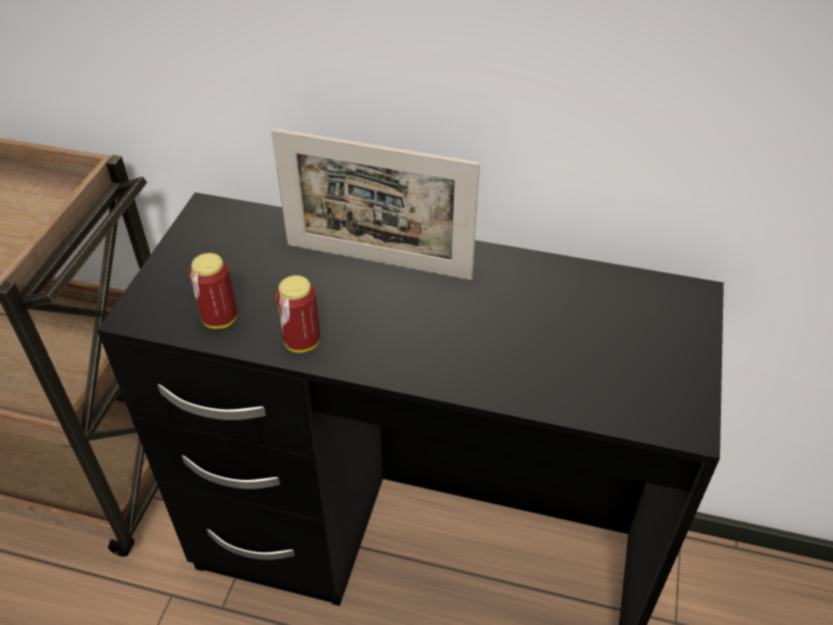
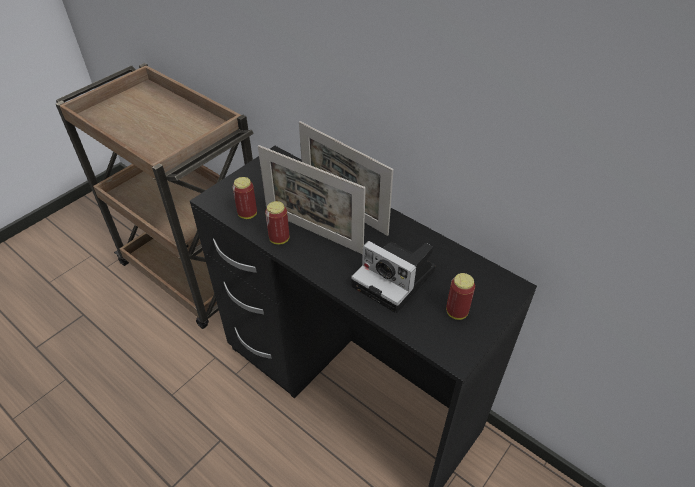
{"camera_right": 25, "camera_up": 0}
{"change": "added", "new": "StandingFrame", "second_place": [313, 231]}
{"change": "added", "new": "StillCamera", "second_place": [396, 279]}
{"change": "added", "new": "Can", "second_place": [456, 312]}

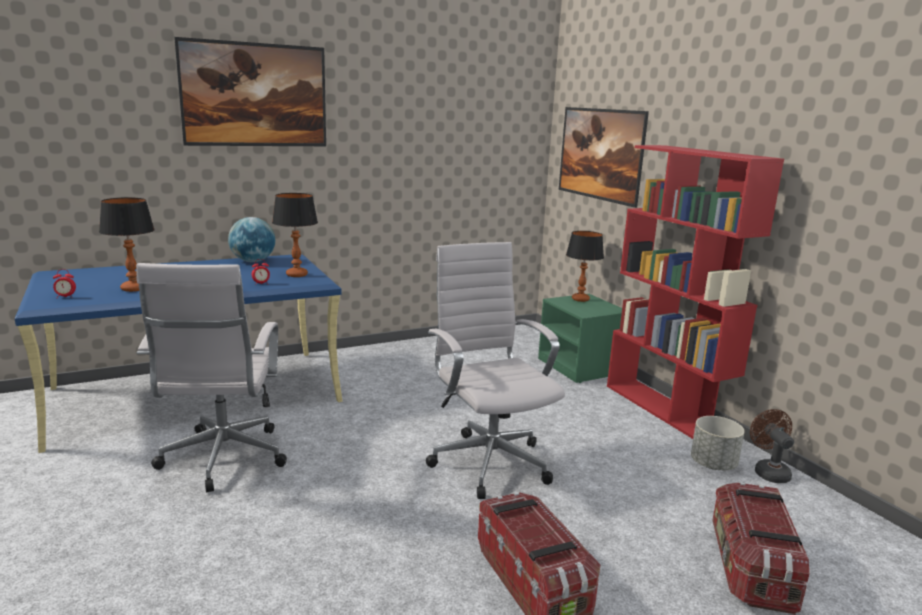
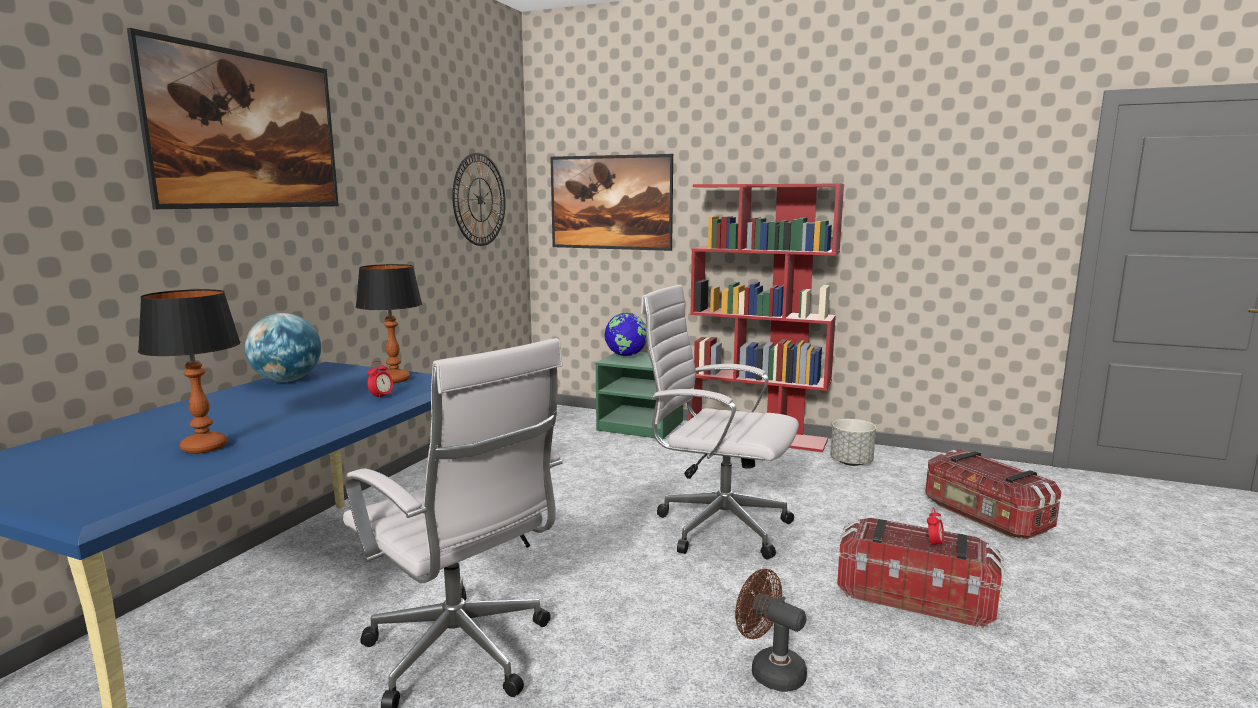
{"camera_right": -40, "camera_up": -5}
{"change": "added", "new": "HangingClock", "second_place": [480, 199]}
{"change": "replaced", "old": "LampForATable", "new": "Globe", "first_place": [580, 299], "second_place": [626, 355]}
{"change": "moved", "old": "BrownCoolingFan", "first_place": [768, 471], "second_place": [769, 670]}
{"change": "moved", "old": "BedsideClock", "first_place": [65, 297], "second_place": [934, 545]}

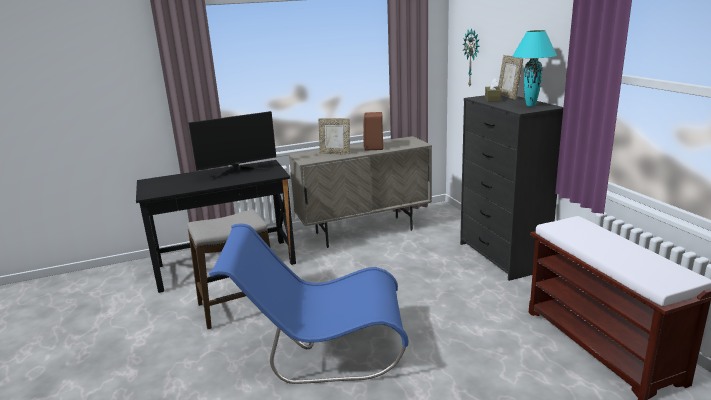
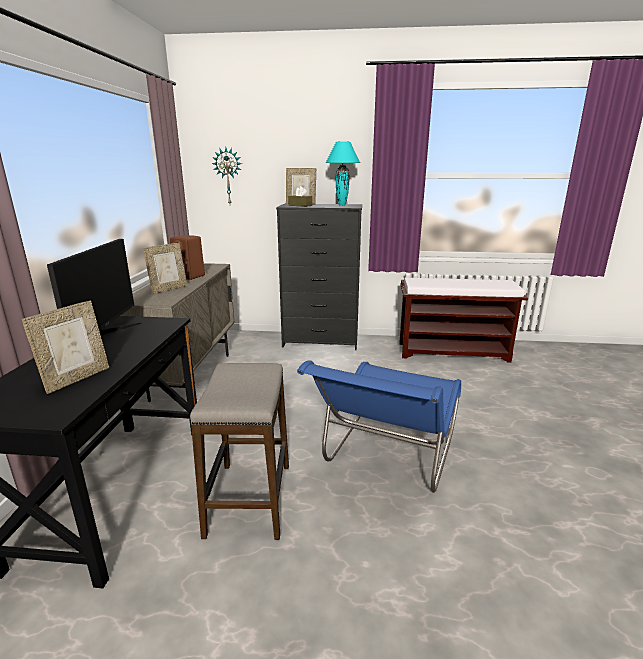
{"camera_right": -65, "camera_up": 0}
{"change": "added", "new": "StandingFrame", "second_place": [77, 379]}

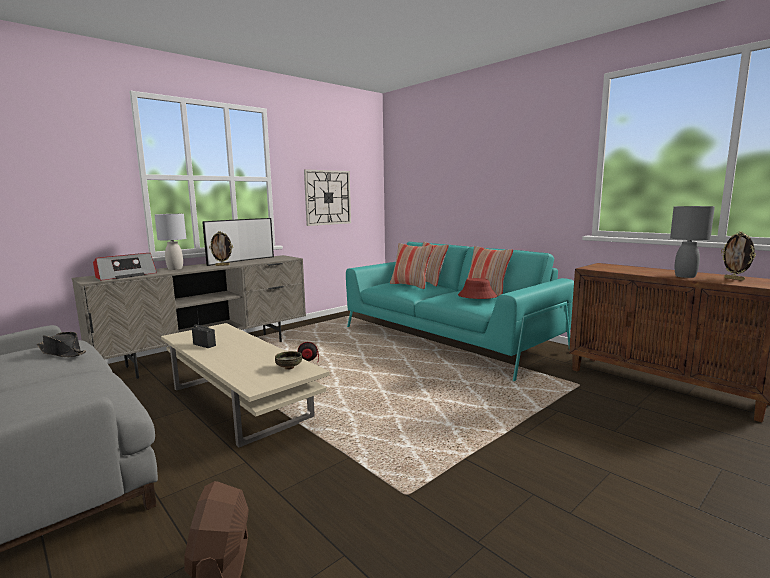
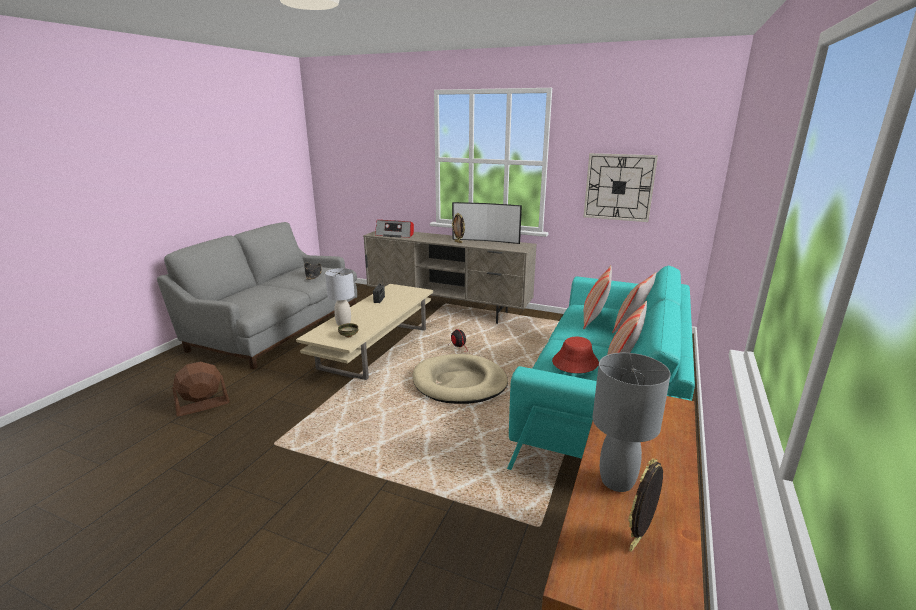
{"camera_right": 65, "camera_up": 10}
{"change": "moved", "old": "GreyLampForATable", "first_place": [175, 269], "second_place": [344, 323]}
{"change": "added", "new": "BeigeColouredPetBed", "second_place": [459, 383]}

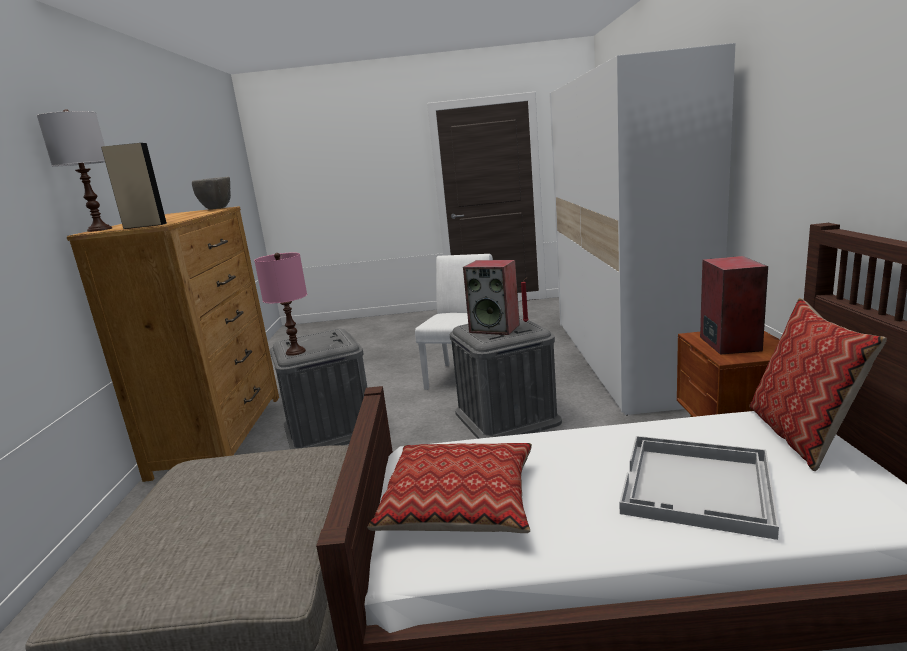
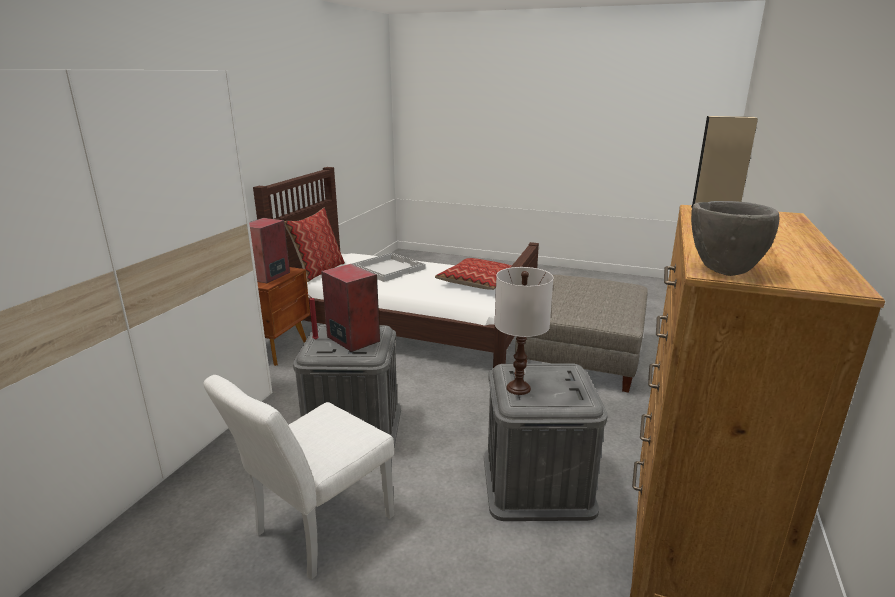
{"camera_right": -160, "camera_up": 5}
{"change": "moved", "old": "WhiteLampForATable", "first_place": [99, 230], "second_place": [519, 388]}
{"change": "removed", "old": "PinkLampForATable", "first_place": [296, 351]}

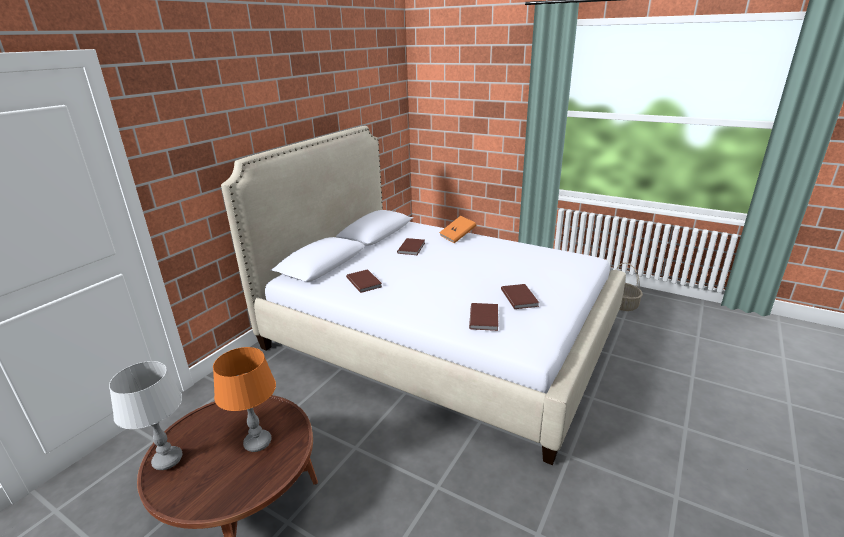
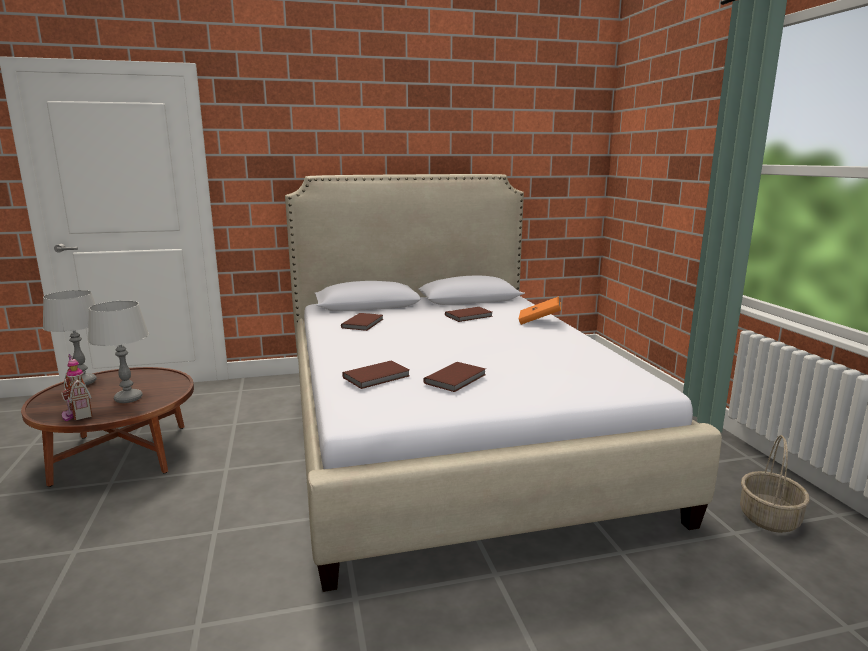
{"camera_right": 45, "camera_up": -10}
{"change": "added", "new": "ToyHouse", "second_place": [77, 414]}
{"change": "recoloured", "old": "OrangeLampForATable", "new": "GreyLampForATable", "first_place": [258, 443], "second_place": [128, 399]}

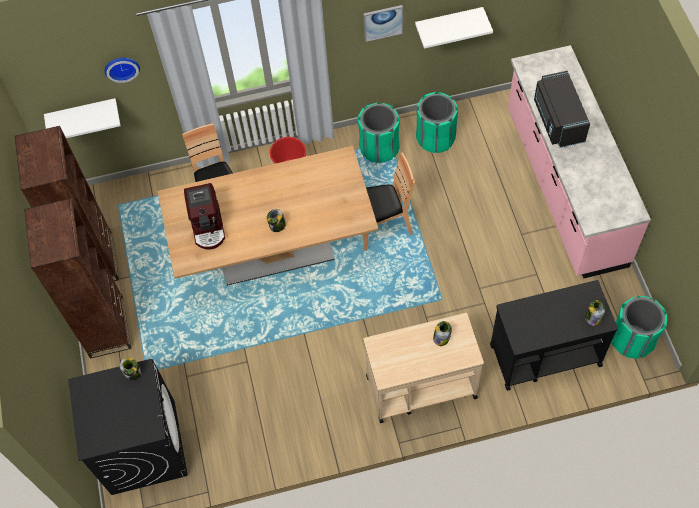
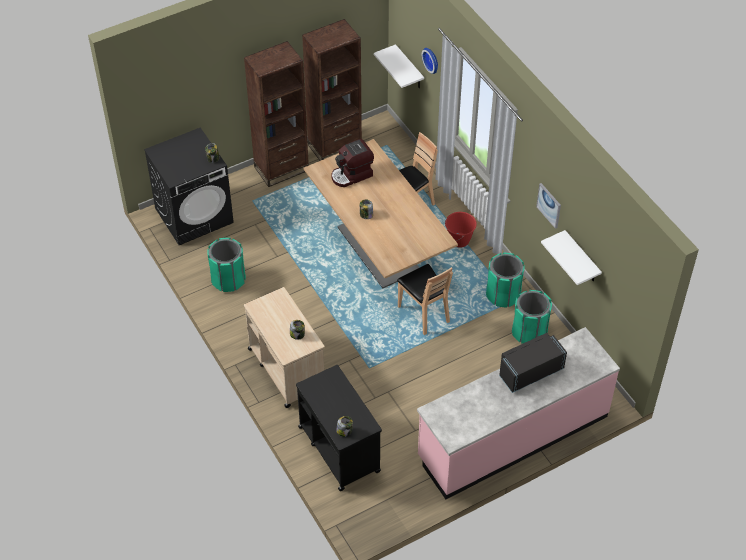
{"camera_right": 70, "camera_up": -10}
{"change": "moved", "old": "GreenishRubbishBin", "first_place": [632, 340], "second_place": [228, 279]}

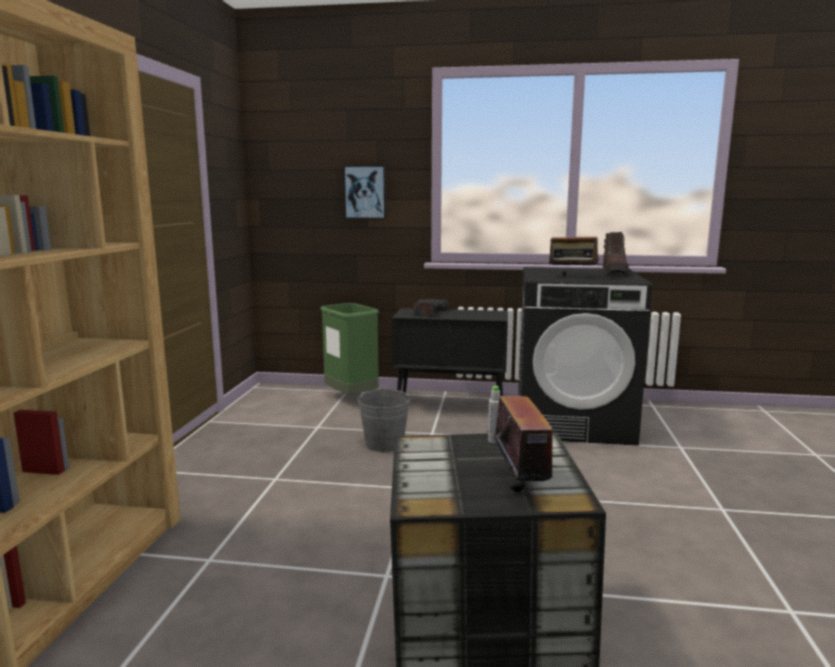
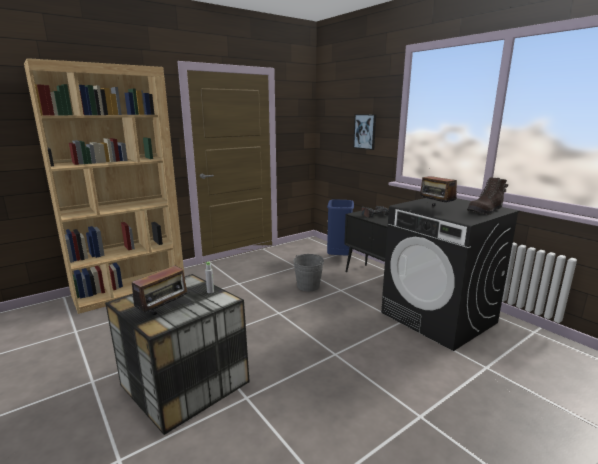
{"camera_right": 45, "camera_up": 5}
{"change": "recoloured", "old": "GreenishRubbishBin", "new": "BluishRubbishBin", "first_place": [351, 398], "second_place": [338, 257]}

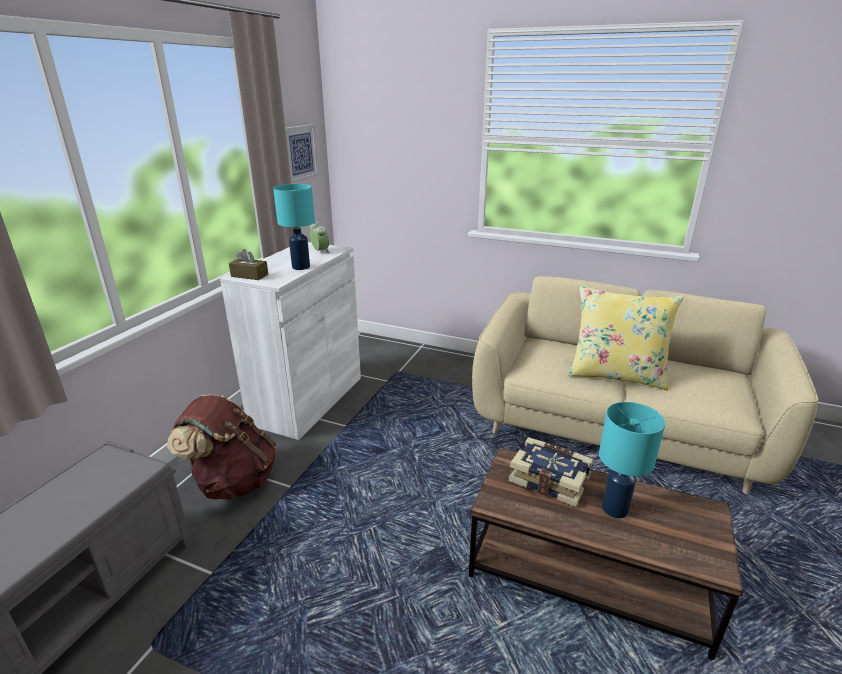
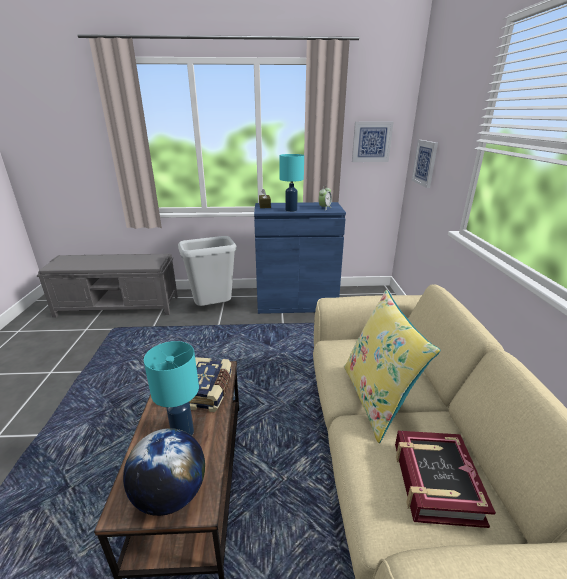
{"camera_right": 65, "camera_up": 0}
{"change": "added", "new": "Globe", "second_place": [171, 495]}
{"change": "replaced", "old": "BrownBackpack", "new": "GreyRubbishBin", "first_place": [233, 481], "second_place": [213, 308]}
{"change": "recoloured", "old": "WhiteCupboard", "new": "BluishCupboard", "first_place": [307, 400], "second_place": [296, 303]}
{"change": "added", "new": "Volume", "second_place": [435, 482]}
{"change": "added", "new": "WallPicture", "second_place": [425, 163]}

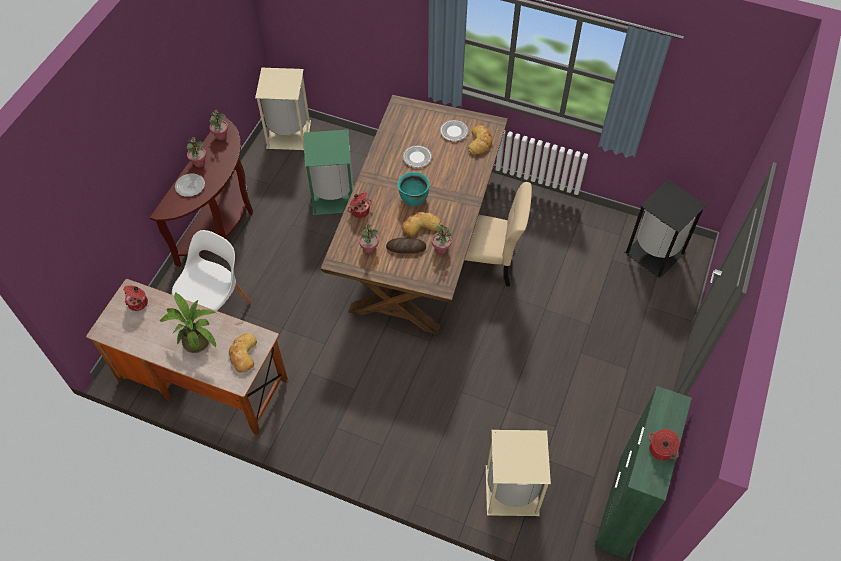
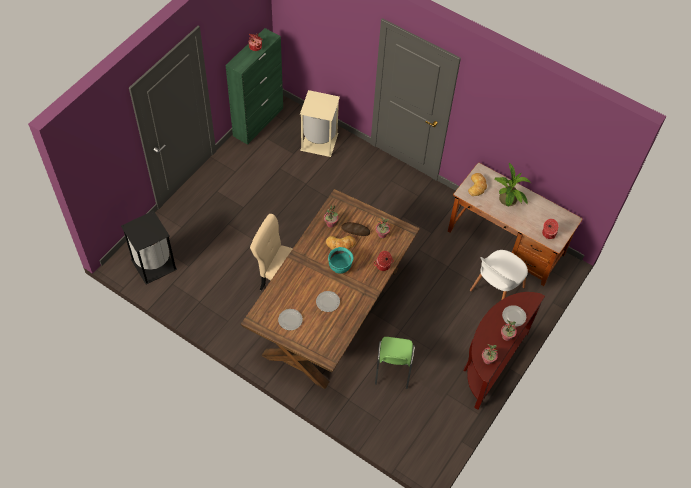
{"camera_right": -170, "camera_up": 0}
{"change": "replaced", "old": "GreenishRubbishBin", "new": "GreenishPlainChair", "first_place": [334, 196], "second_place": [392, 369]}
{"change": "removed", "old": "BeigeColouredRubbishBin", "first_place": [288, 134]}
{"change": "removed", "old": "BakeryBread", "first_place": [480, 142]}

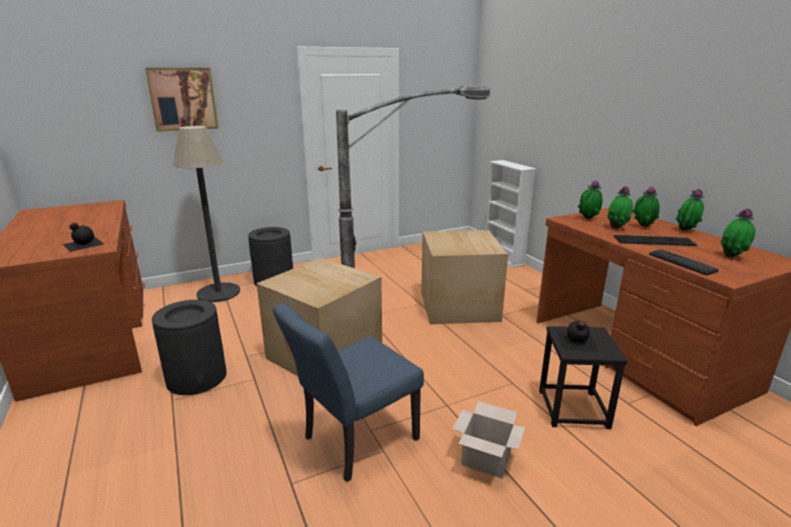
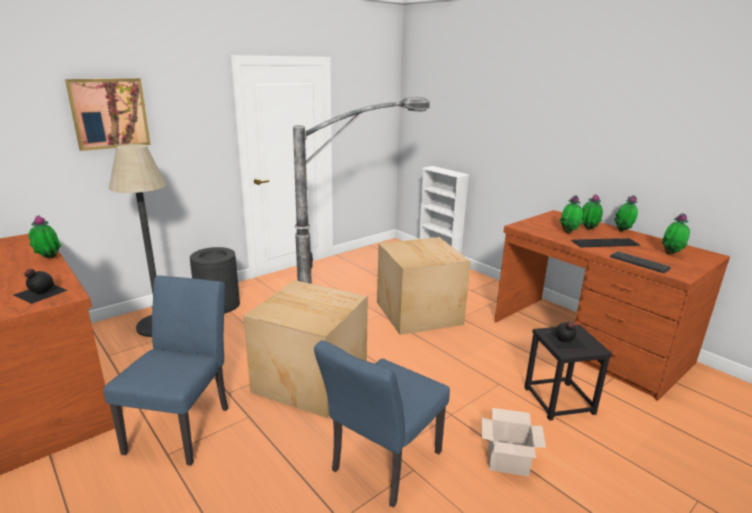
{"camera_right": -15, "camera_up": 0}
{"change": "moved", "old": "Houseplant", "first_place": [587, 219], "second_place": [48, 259]}
{"change": "replaced", "old": "BlackColouredRubbishBin", "new": "BluishPlainChair", "first_place": [197, 377], "second_place": [183, 424]}

